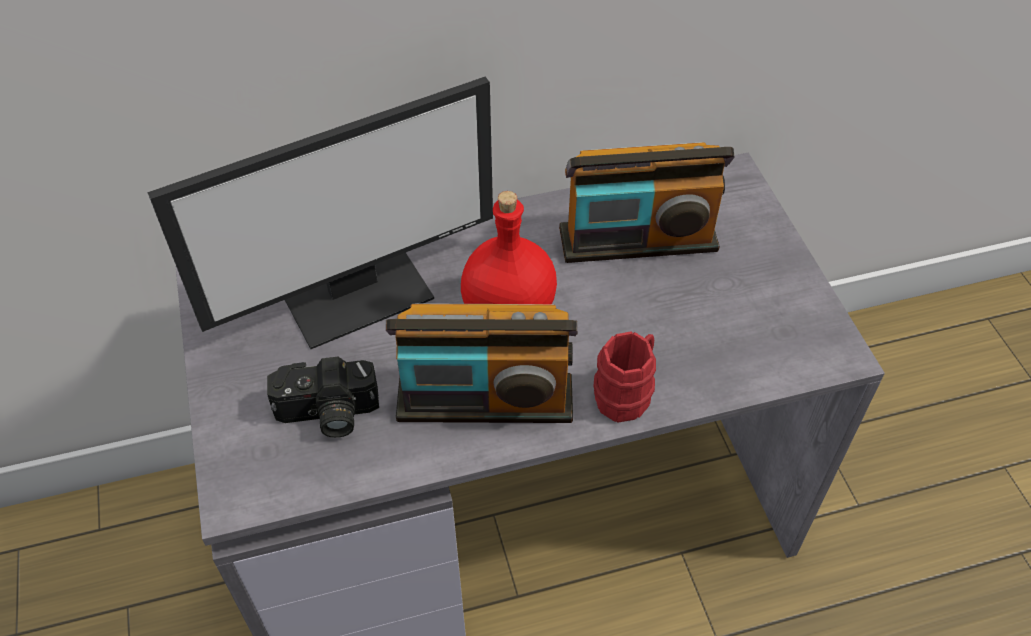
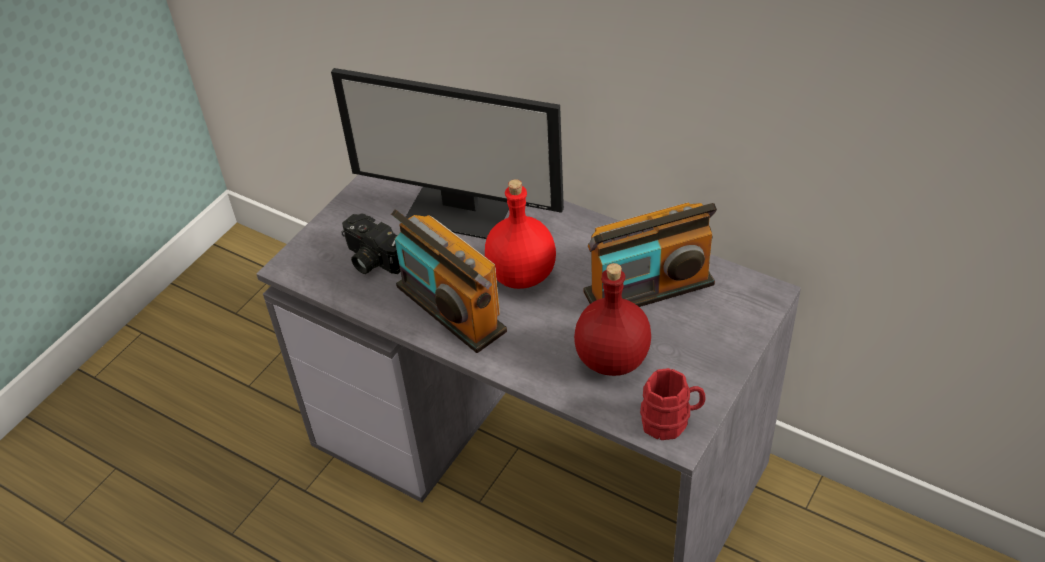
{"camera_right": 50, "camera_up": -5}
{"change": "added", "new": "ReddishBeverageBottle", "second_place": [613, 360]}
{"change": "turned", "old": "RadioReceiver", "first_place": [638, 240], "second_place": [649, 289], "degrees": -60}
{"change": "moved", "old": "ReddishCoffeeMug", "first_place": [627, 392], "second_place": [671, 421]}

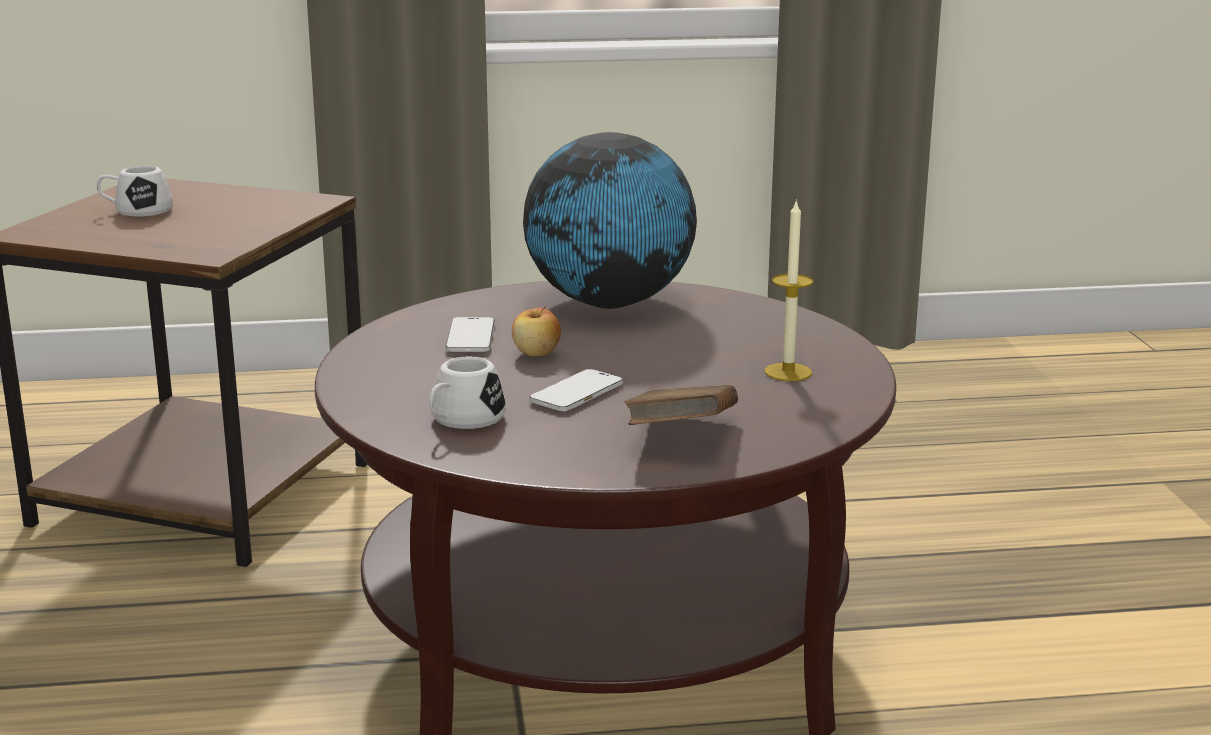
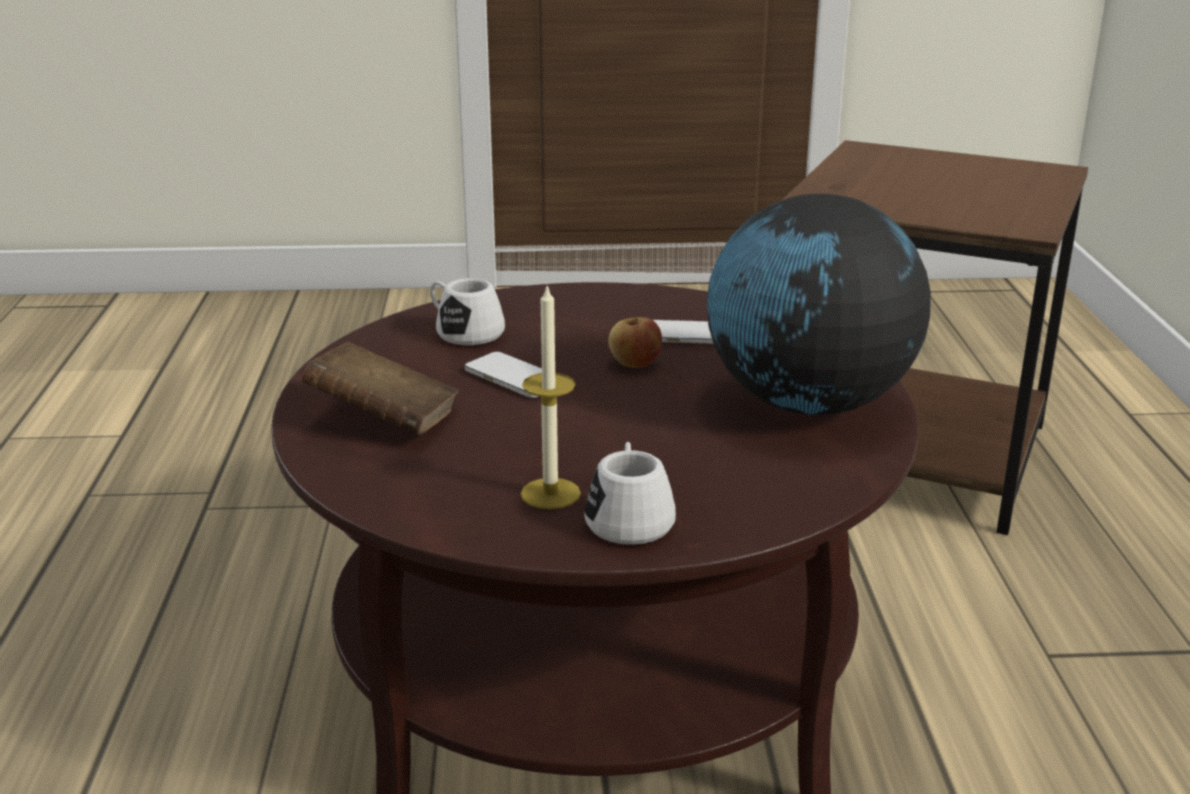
{"camera_right": 95, "camera_up": 5}
{"change": "moved", "old": "WhiteCoffeeMug", "first_place": [136, 211], "second_place": [629, 517]}

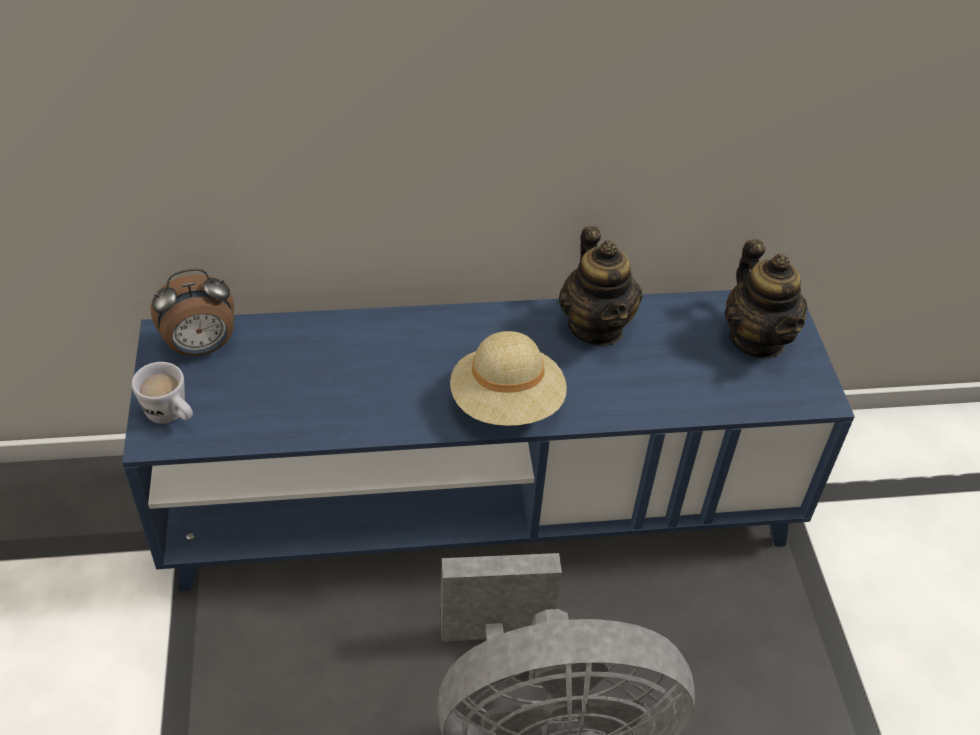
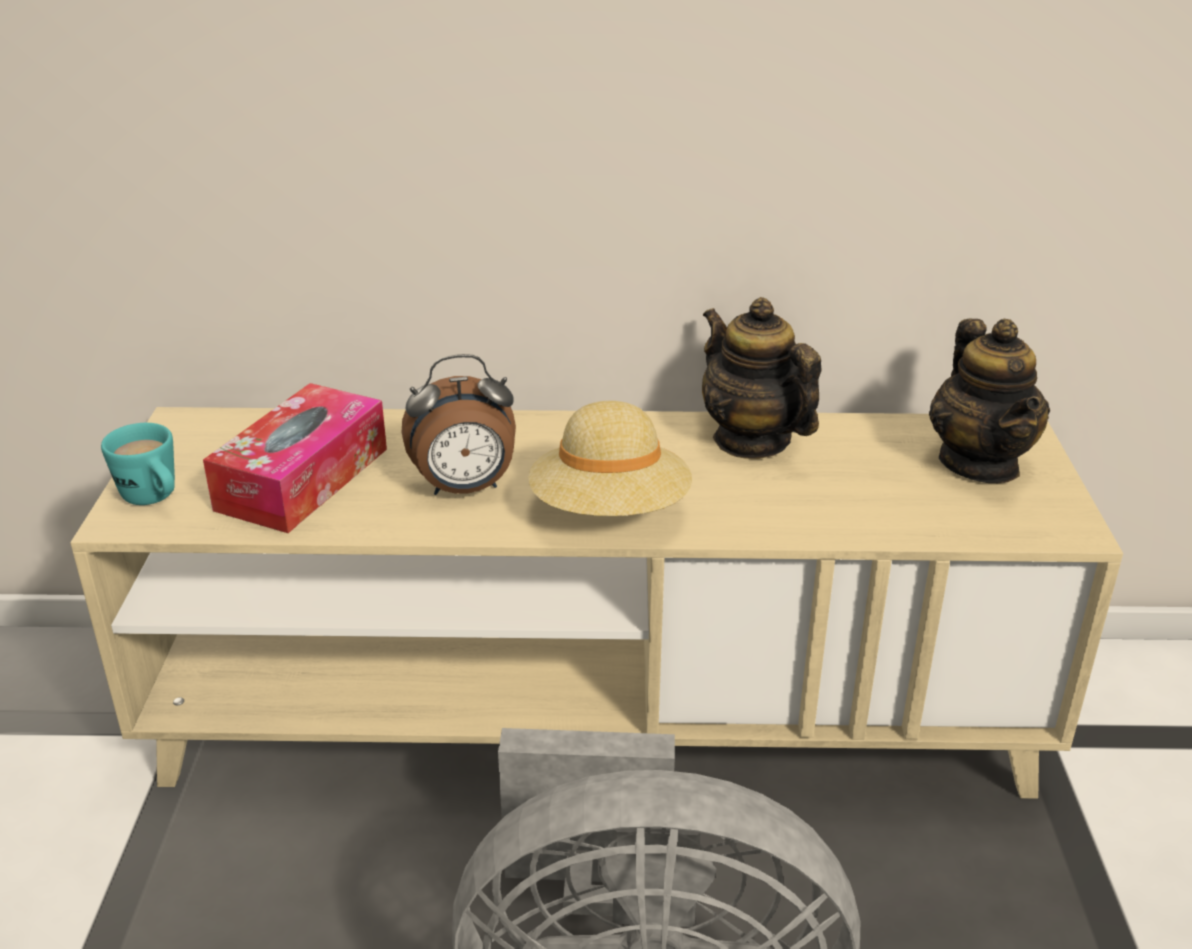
{"camera_right": 10, "camera_up": -15}
{"change": "recoloured", "old": "BluishMediaConsole", "new": "BeigeColouredMediaConsole", "first_place": [481, 506], "second_place": [596, 717]}
{"change": "recoloured", "old": "WhiteCoffeeMug", "new": "BlueGreenCoffeeMug", "first_place": [172, 416], "second_place": [154, 499]}
{"change": "added", "new": "TissueHolder", "second_place": [303, 479]}
{"change": "moved", "old": "BedsideClock", "first_place": [201, 347], "second_place": [465, 489]}
{"change": "turned", "old": "PotForTea", "first_place": [596, 326], "second_place": [752, 440], "degrees": 150}

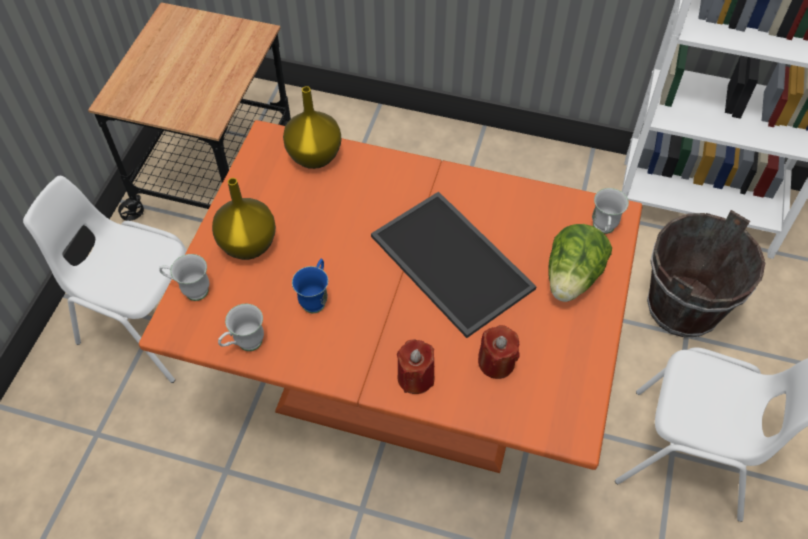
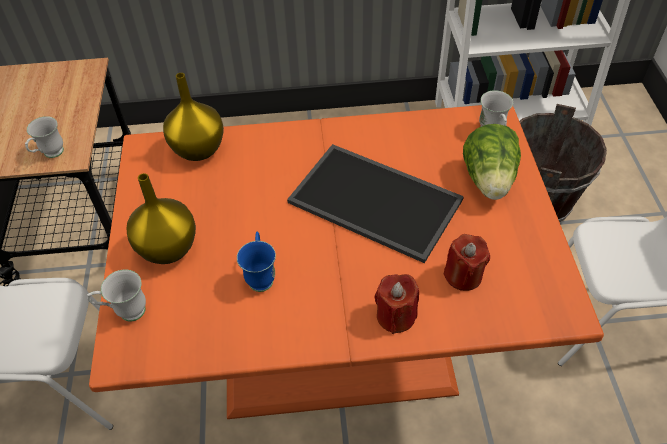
{"camera_right": -20, "camera_up": -5}
{"change": "moved", "old": "WhiteCoffeeMug", "first_place": [244, 345], "second_place": [50, 155]}

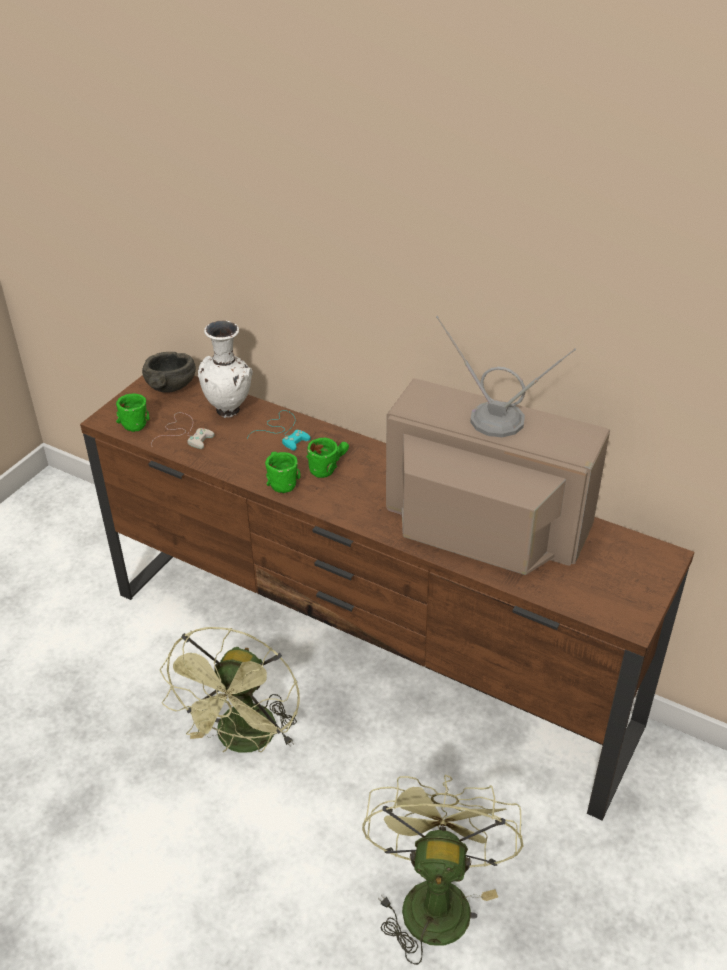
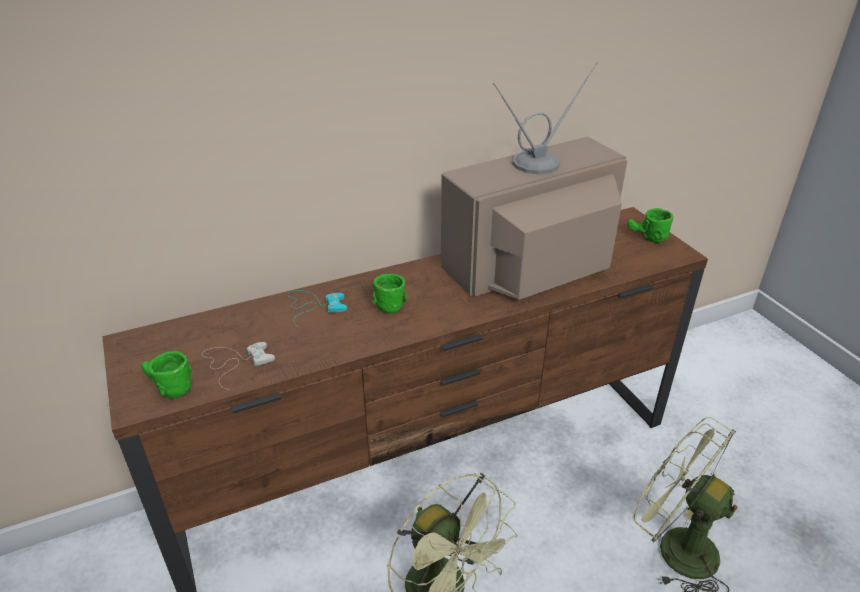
{"camera_right": -55, "camera_up": -5}
{"change": "moved", "old": "GreenishCoffeeMug", "first_place": [279, 480], "second_place": [646, 237]}
{"change": "removed", "old": "GreyDeepDish", "first_place": [170, 386]}
{"change": "removed", "old": "WhiteDecorativeVase", "first_place": [230, 411]}

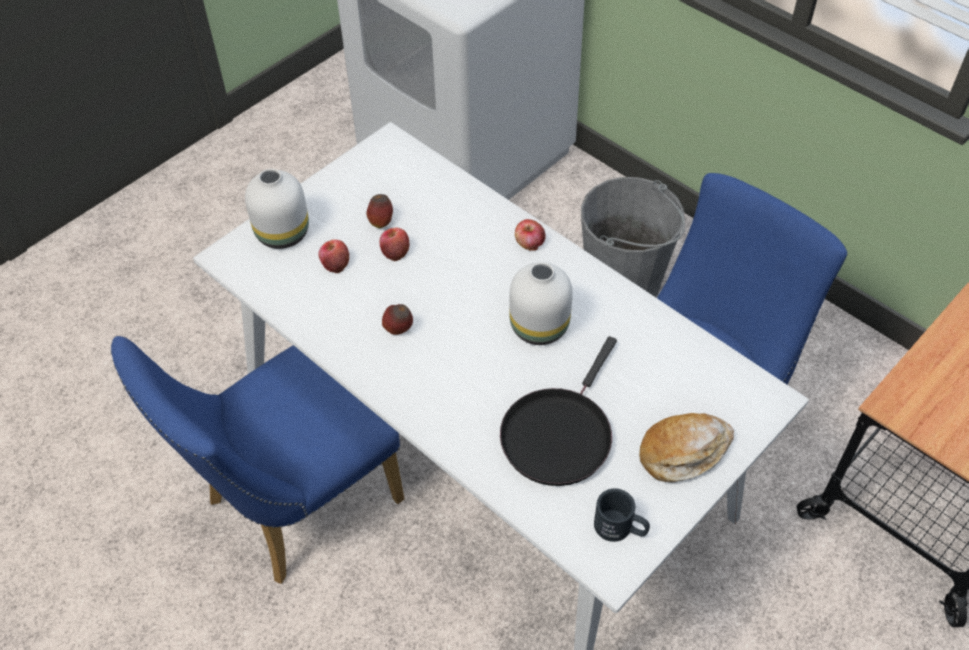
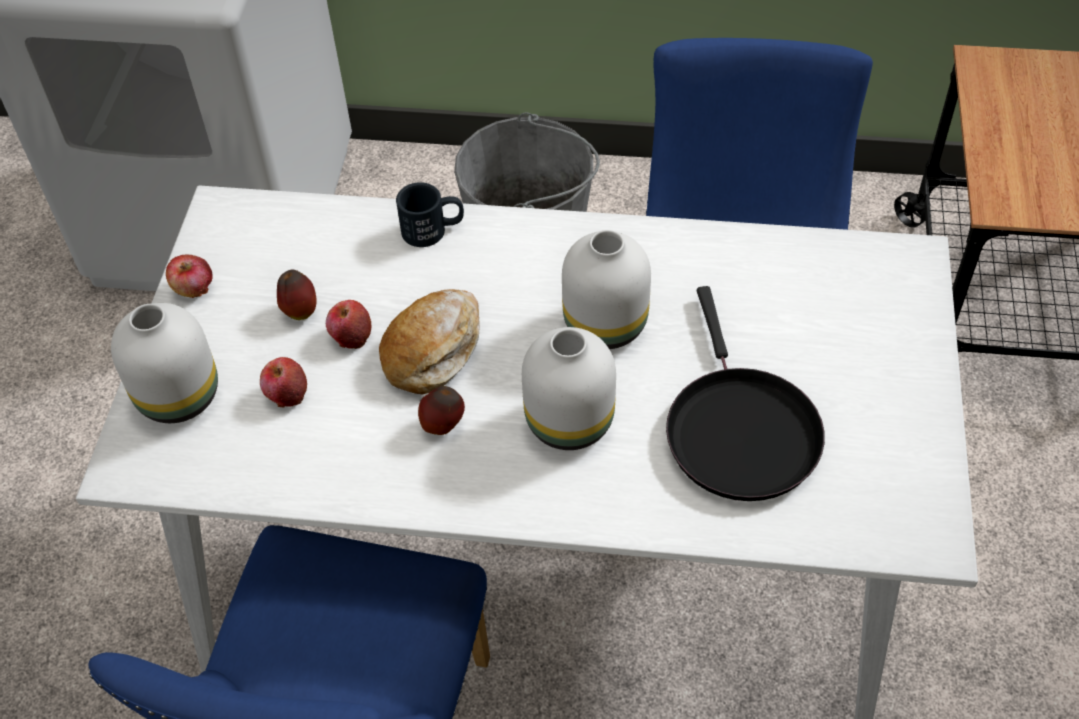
{"camera_right": -35, "camera_up": 0}
{"change": "moved", "old": "WholeApple", "first_place": [529, 243], "second_place": [193, 288]}
{"change": "moved", "old": "BakeryBread", "first_place": [683, 452], "second_place": [433, 350]}
{"change": "moved", "old": "BlackColouredCoffeeMug", "first_place": [620, 528], "second_place": [433, 230]}
{"change": "added", "new": "WhiteDecorativeVase", "second_place": [570, 420]}

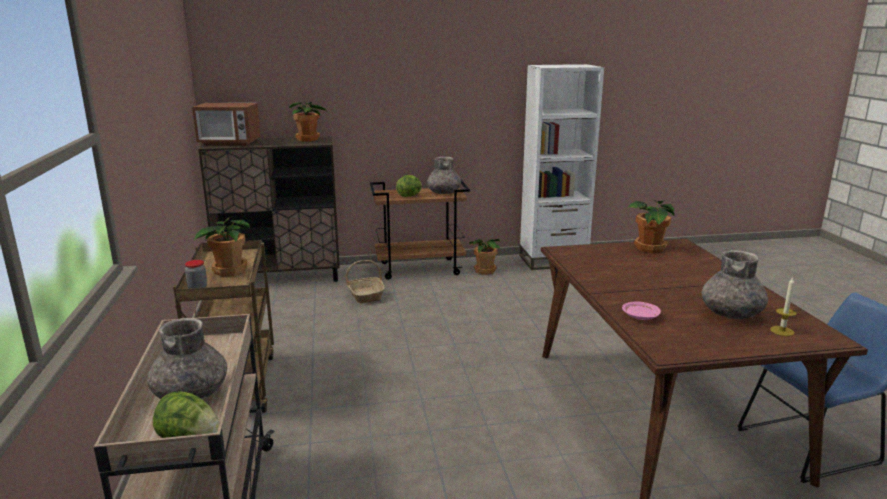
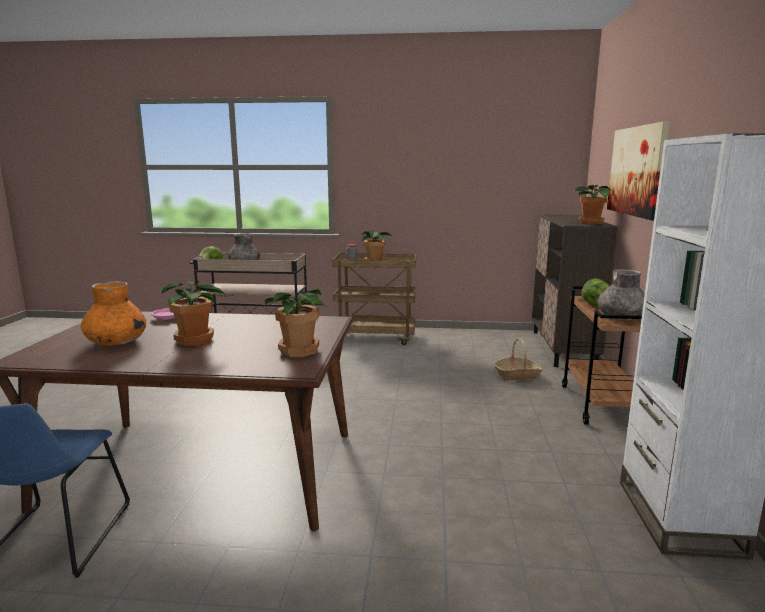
{"camera_right": 105, "camera_up": -5}
{"change": "recoloured", "old": "GreyDecorativeVase", "new": "OrangeDecorativeVase", "first_place": [731, 313], "second_place": [116, 342]}
{"change": "moved", "old": "Houseplant", "first_place": [484, 270], "second_place": [196, 340]}
{"change": "added", "new": "WallPicture", "second_place": [636, 171]}
{"change": "removed", "old": "Microwave", "first_place": [229, 143]}
{"change": "removed", "old": "WaxCandle", "first_place": [782, 331]}

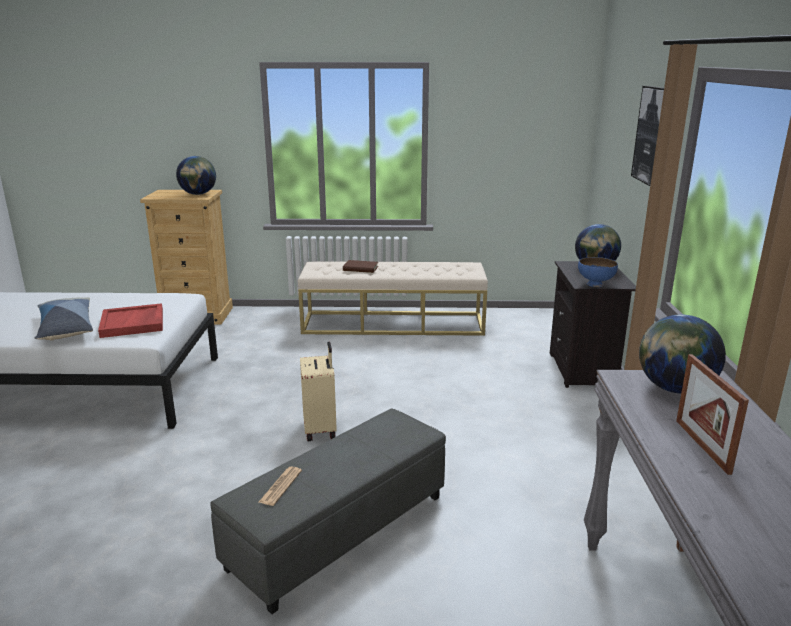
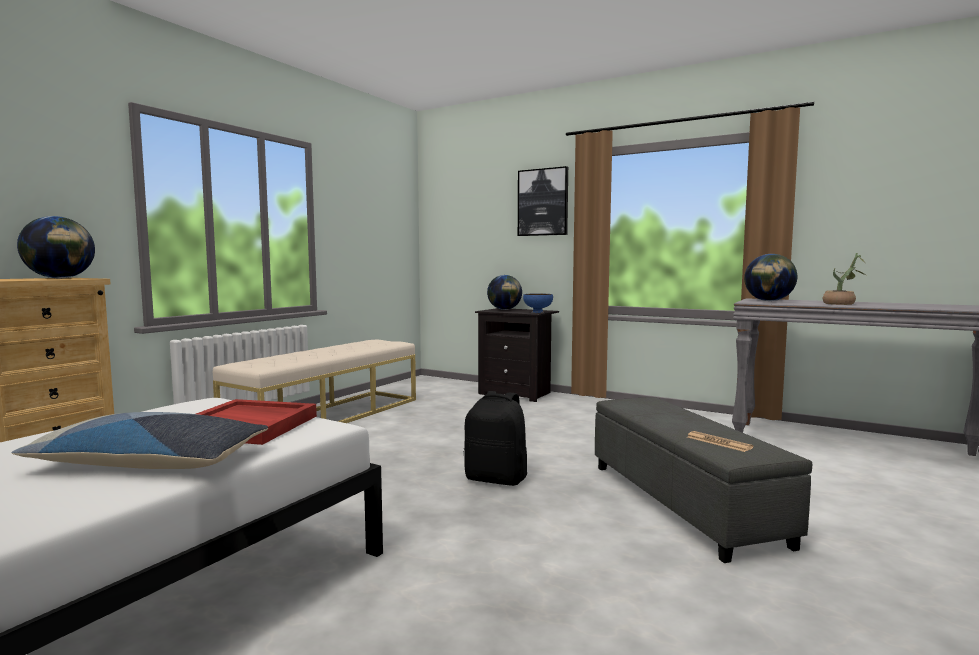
{"camera_right": -60, "camera_up": -15}
{"change": "replaced", "old": "BeigeColouredTravelCase", "new": "BlackColouredBackpack", "first_place": [321, 429], "second_place": [496, 479]}
{"change": "replaced", "old": "StandingFrame", "new": "Houseplant", "first_place": [702, 446], "second_place": [843, 304]}
{"change": "removed", "old": "BrownVolume", "first_place": [360, 268]}

